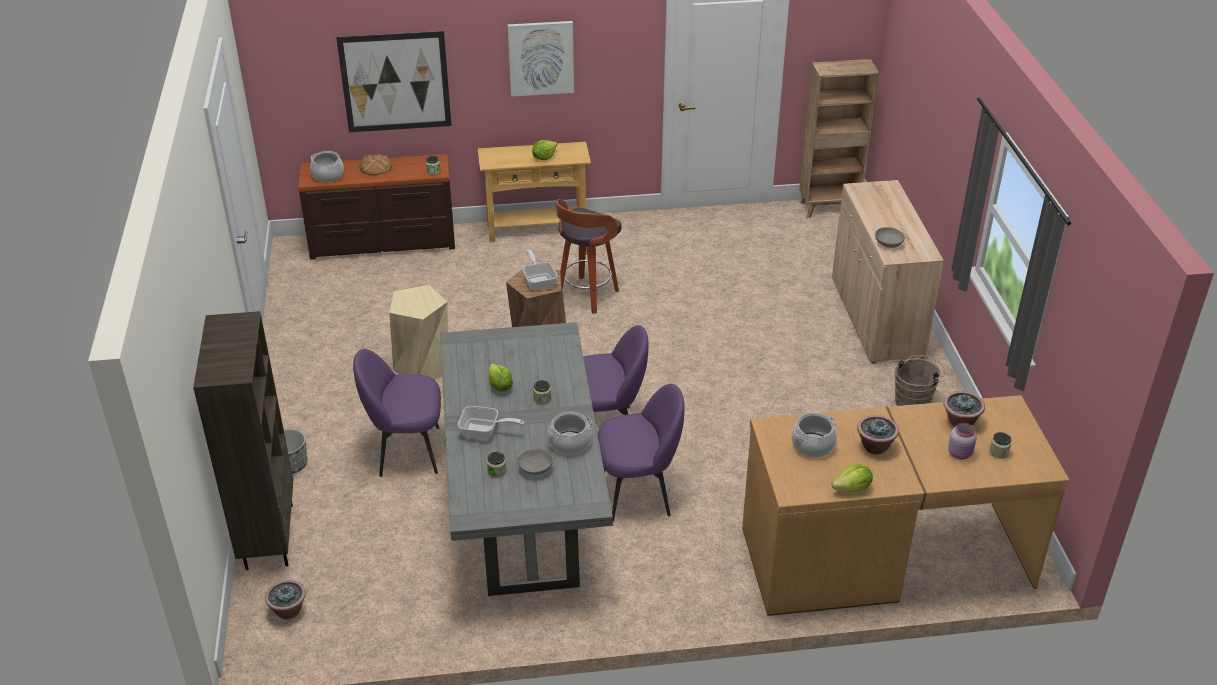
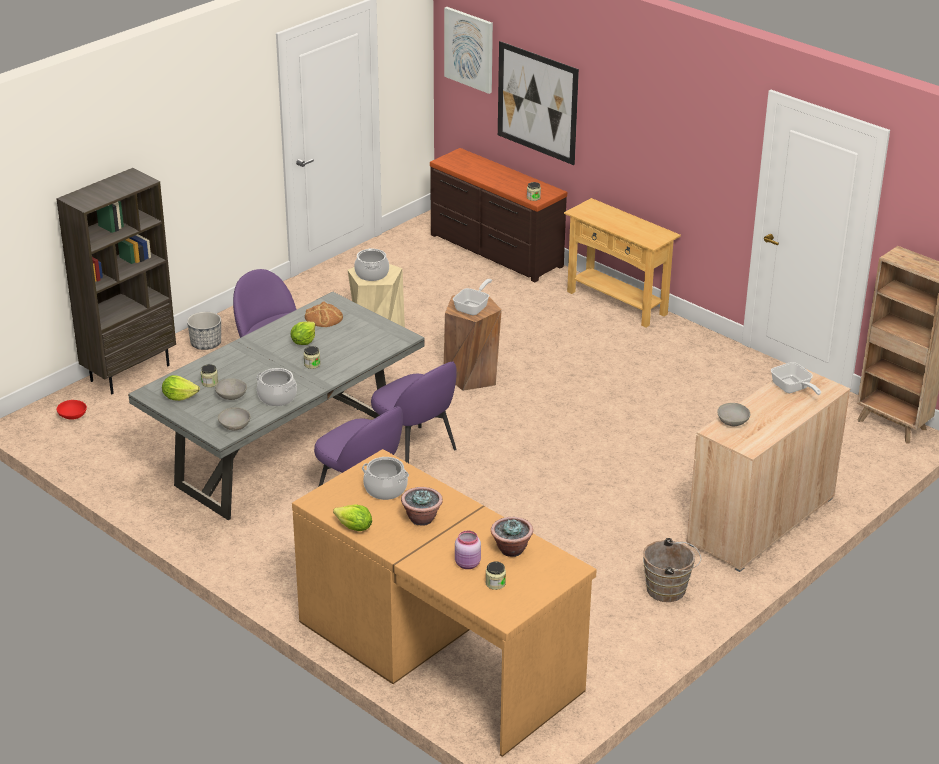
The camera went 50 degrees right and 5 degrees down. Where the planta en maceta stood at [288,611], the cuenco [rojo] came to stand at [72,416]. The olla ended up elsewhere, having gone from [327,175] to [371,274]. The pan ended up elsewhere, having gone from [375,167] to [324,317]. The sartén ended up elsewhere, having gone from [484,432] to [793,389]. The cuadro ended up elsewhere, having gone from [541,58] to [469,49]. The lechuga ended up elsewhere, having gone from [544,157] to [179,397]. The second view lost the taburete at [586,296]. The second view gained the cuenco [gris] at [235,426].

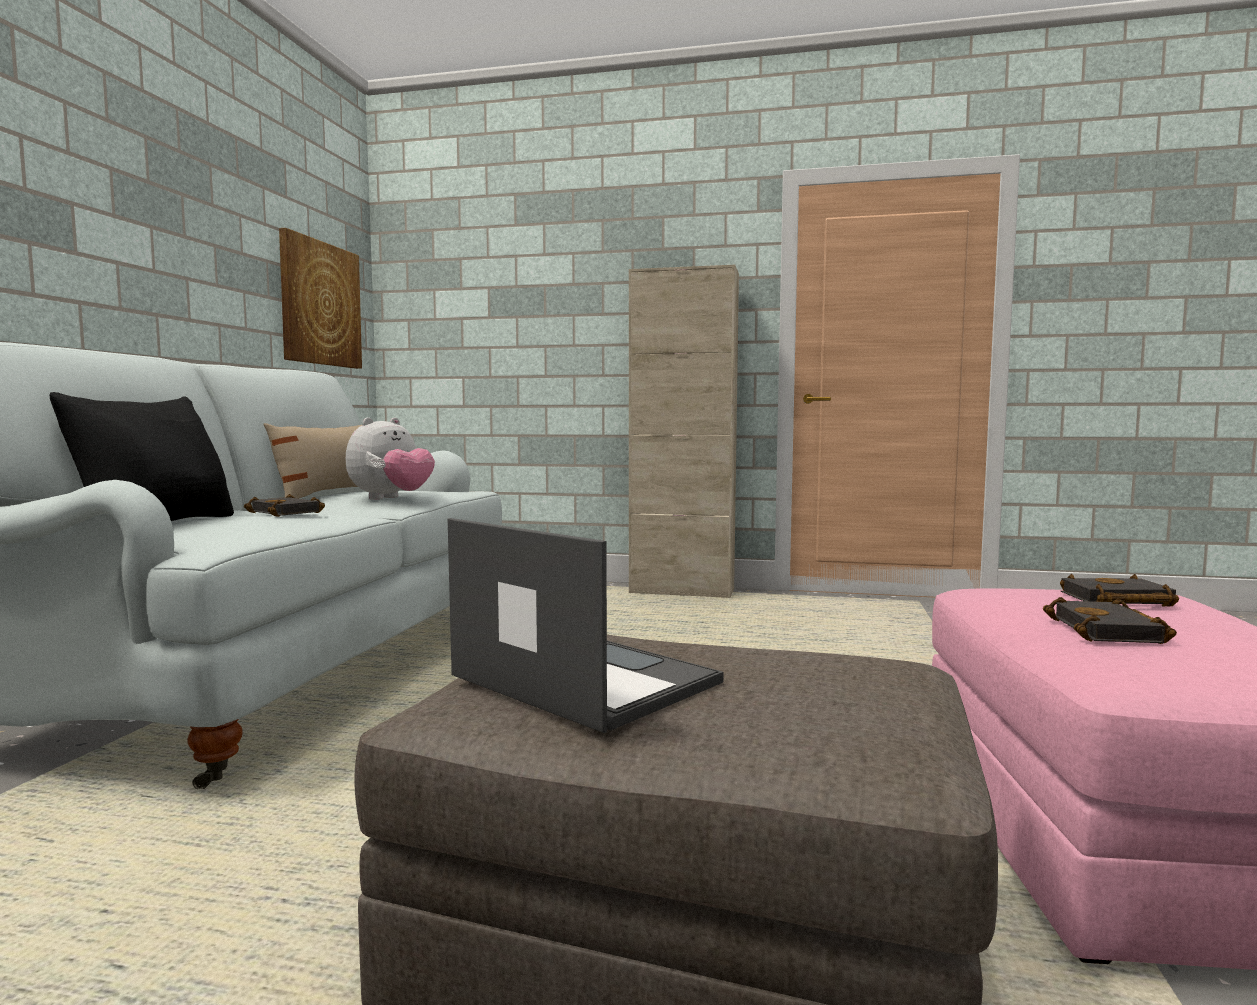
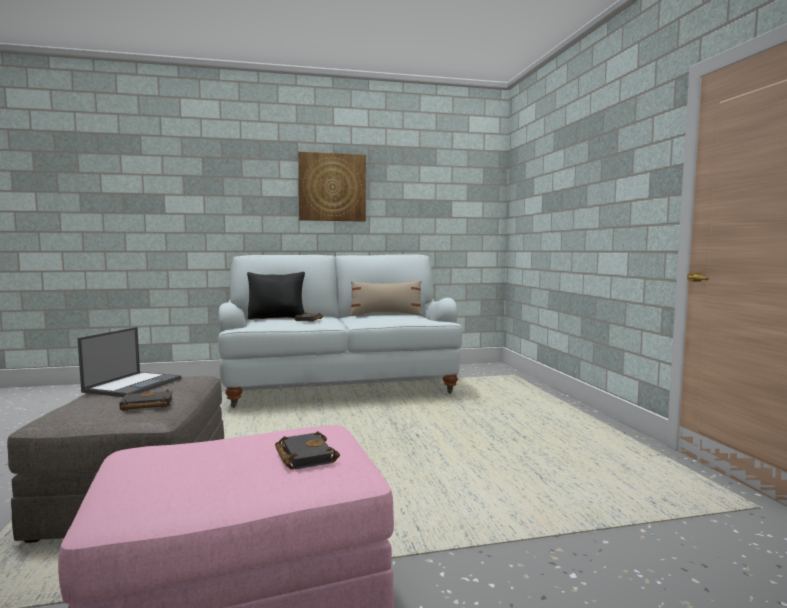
The camera went 65 degrees right and 0 degrees up. The cuadro ended up elsewhere, having gone from [320,304] to [332,187]. The second view lost the peluche at [391,498]. The second view lost the armario [beis] at [682,591]. The libro [negro] ended up elsewhere, having gone from [1111,632] to [145,405].

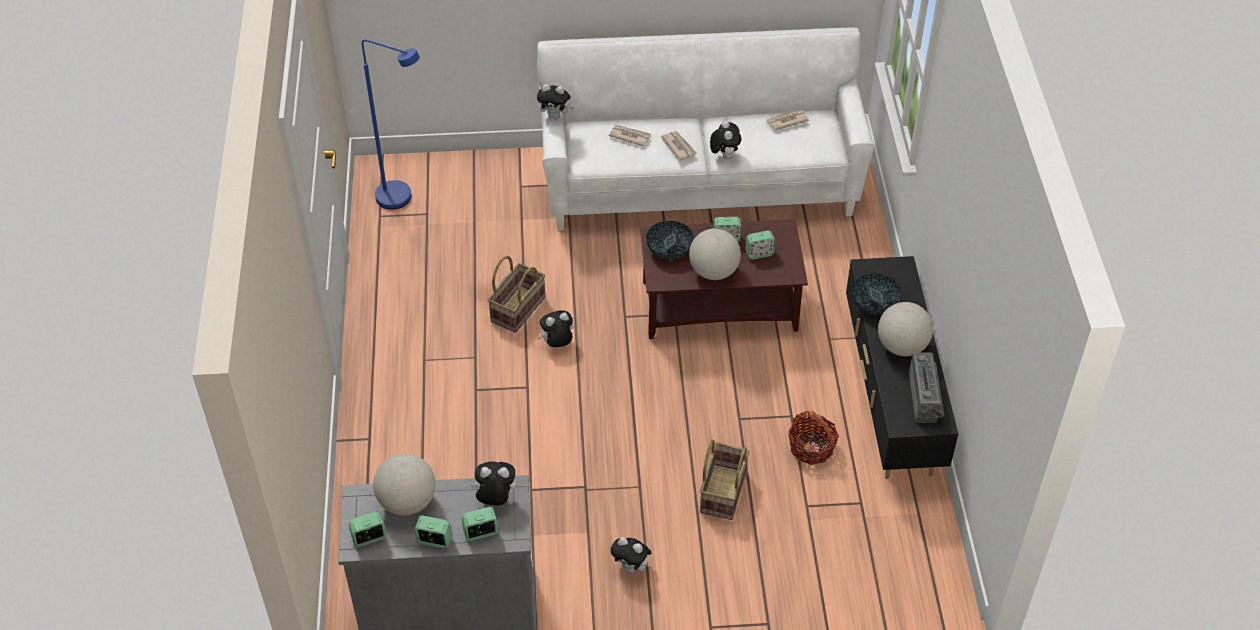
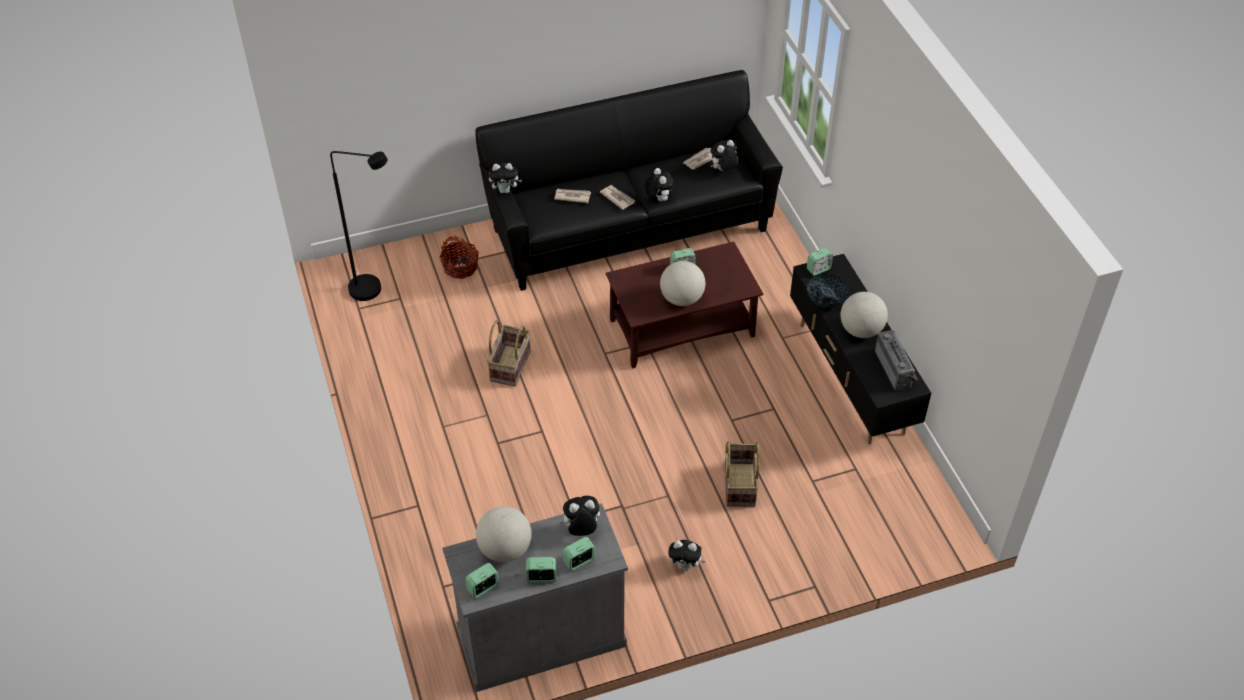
The camera went 15 degrees left and 0 degrees up. What was the lámpara de pie [azul] at [402,200] turned into the lámpara de pie [negro] at [374,290]. What was the sofá [blanco] at [699,185] turned into the sofá [negro] at [629,229]. The peluche ended up elsewhere, having gone from [557,344] to [723,170]. The second view lost the cuenco at [669,249]. The despertador ended up elsewhere, having gone from [759,253] to [818,269]. The cesta ended up elsewhere, having gone from [811,448] to [460,267].

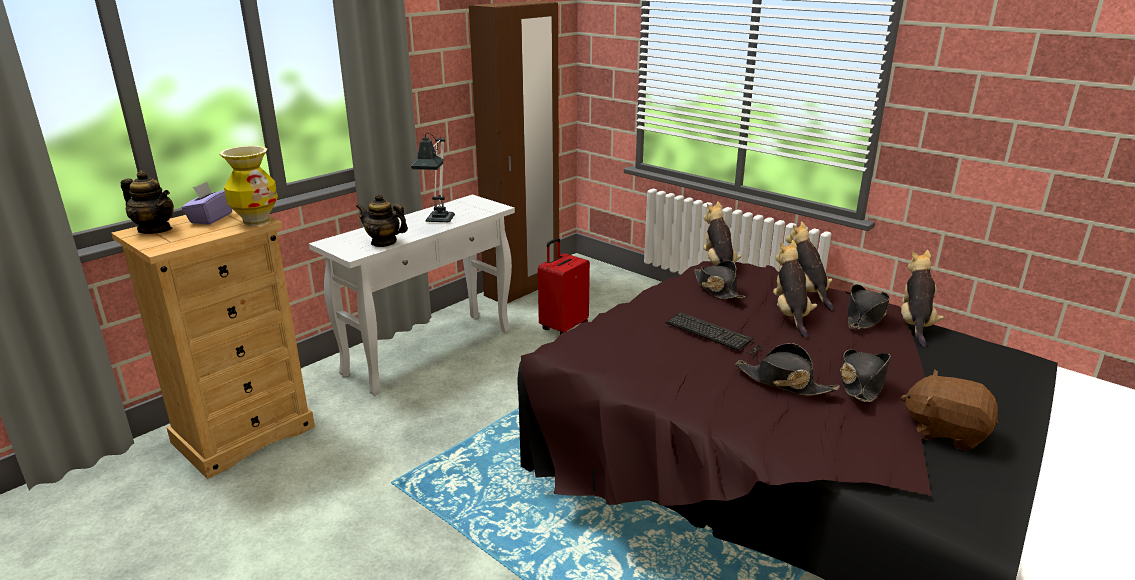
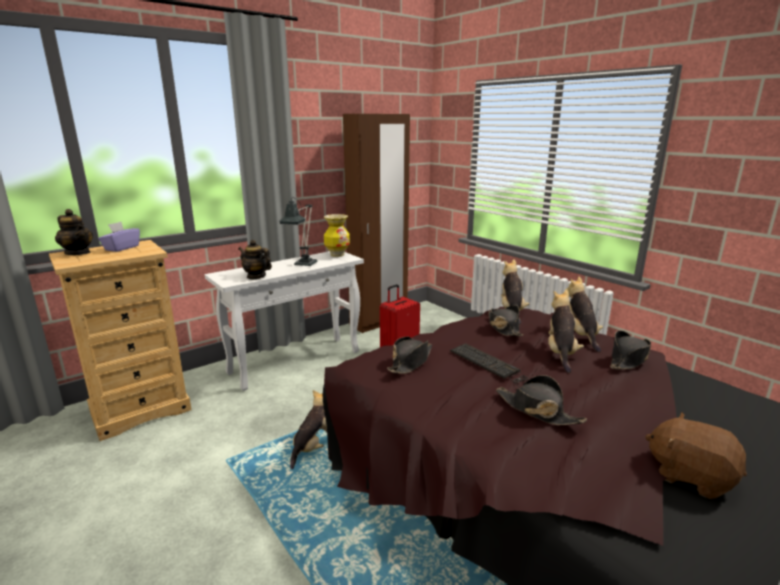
The camera went 10 degrees right and 5 degrees down. The florero ended up elsewhere, having gone from [256,221] to [337,255]. The sombrero [negro] ended up elsewhere, having gone from [861,382] to [411,362]. The peluche ended up elsewhere, having gone from [915,324] to [313,447].

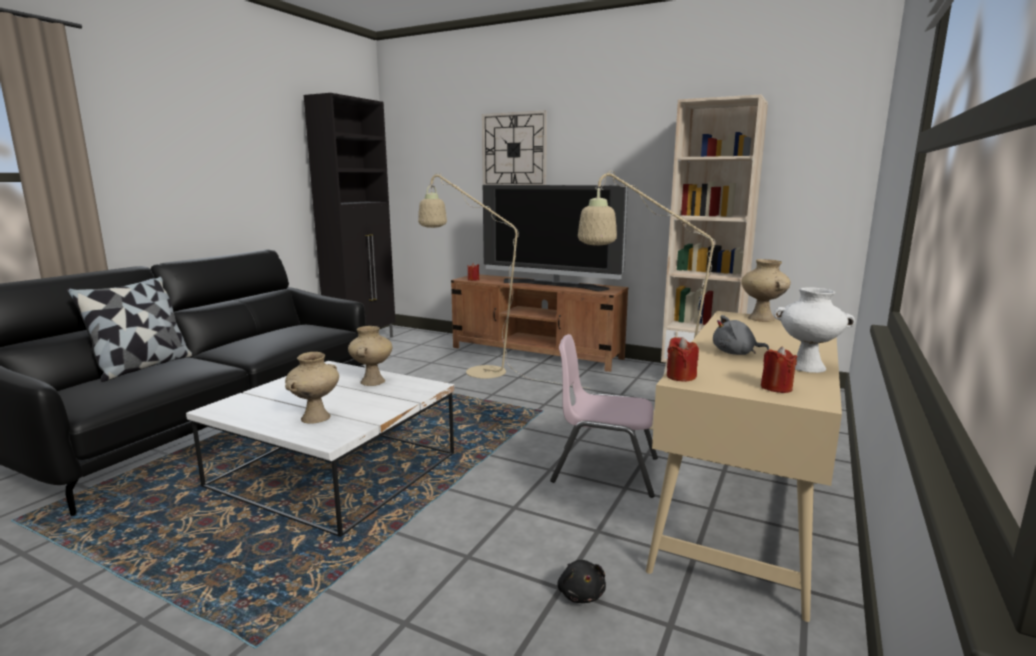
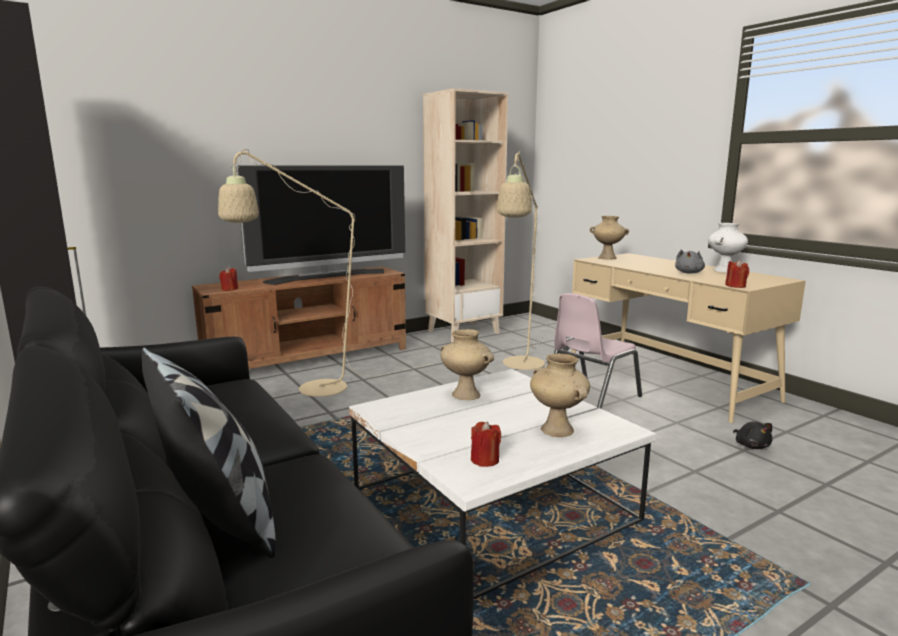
The camera went 60 degrees left and 0 degrees up. The second view lost the reloj de pared at [514,150]. The peluche [negro] at [581,593] ended up facing another way, 60 degrees clockwise from before. The vela [rojo] ended up elsewhere, having gone from [776,388] to [485,460].

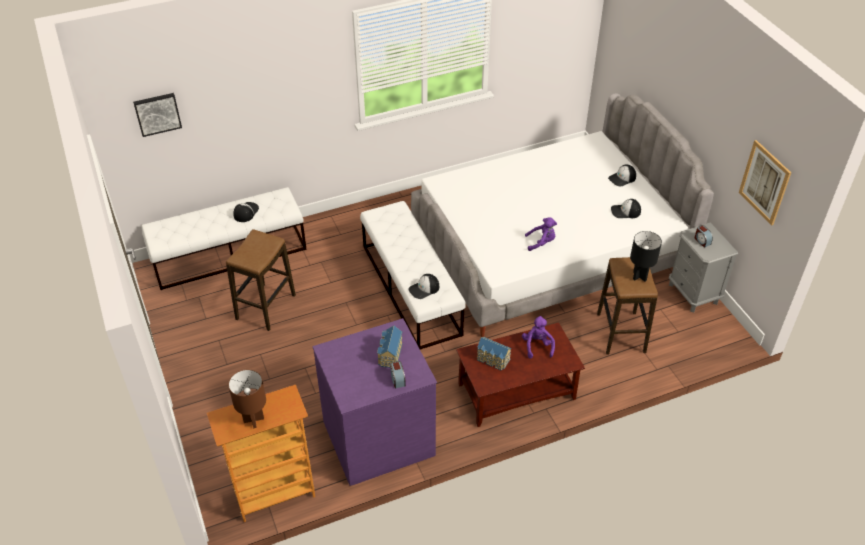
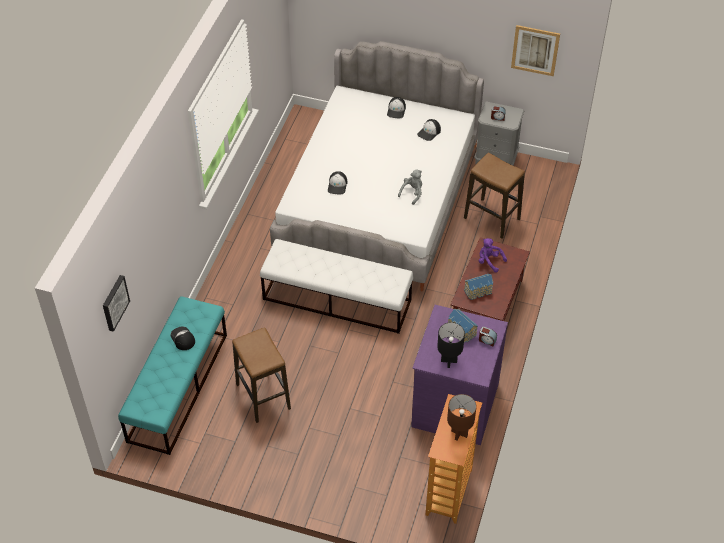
The camera went 50 degrees left and 5 degrees up. What was the banco [blanco] at [230,254] turned into the banco [turquesa] at [178,386]. The gorra ended up elsewhere, having gone from [424,289] to [337,185]. What was the peluche [morado] at [541,242] turned into the peluche [gris] at [412,193]. The lámpara de mesa [negro] ended up elsewhere, having gone from [639,276] to [449,361].

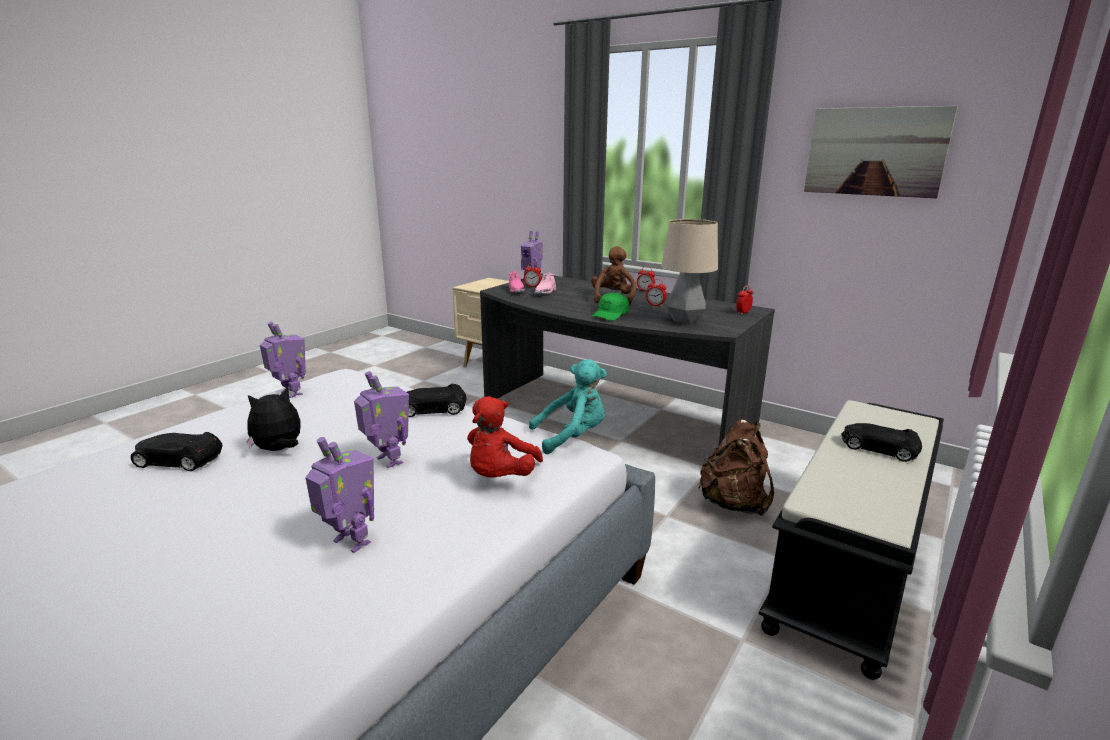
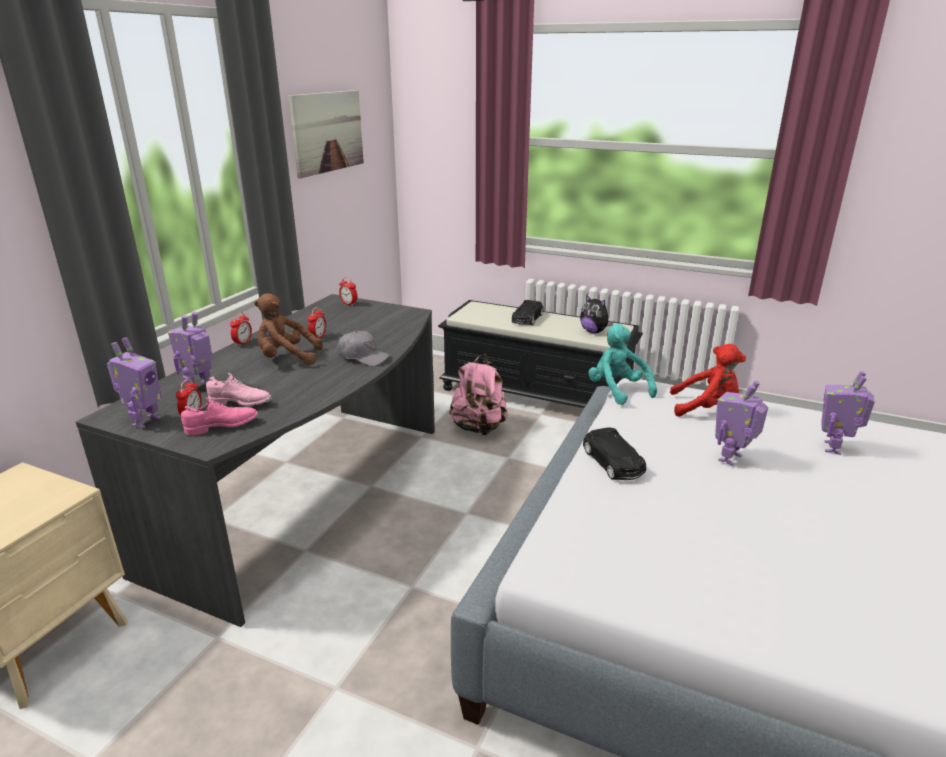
The camera went 100 degrees left and 5 degrees up. The second view lost the coche de juguete [negro] at [178,460]. The peluche ended up elsewhere, having gone from [279,450] to [594,331]. The robot de juguete ended up elsewhere, having gone from [290,394] to [199,387]. What was the gorra [verde] at [610,315] turned into the gorra [gris] at [363,357]. The second view lost the lámpara de mesa at [684,321]. What was the mochila [marrón] at [734,504] turned into the mochila [rosa] at [478,428].

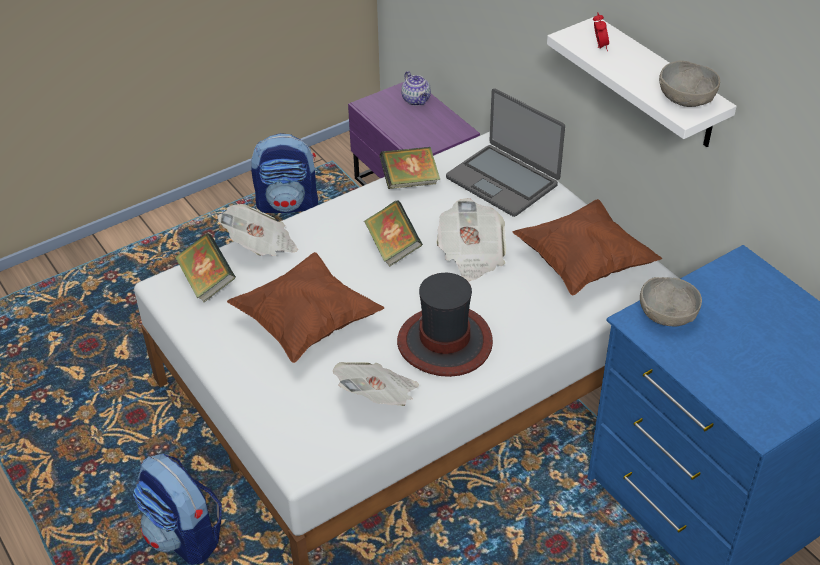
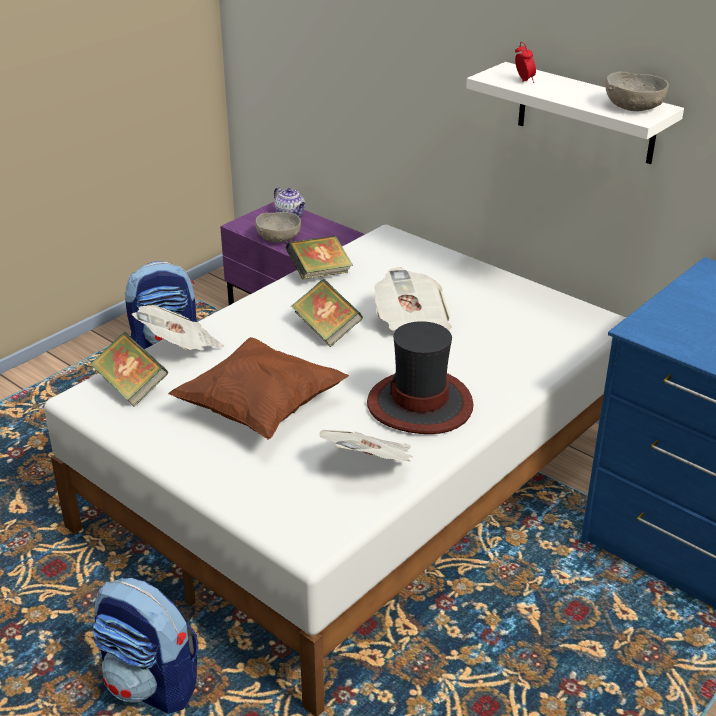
The camera went 15 degrees left and 10 degrees down. The second view lost the portátil at [503,181]. The second view lost the cojín [marrón] at [583,264]. The cuenco [gris] ended up elsewhere, having gone from [667,314] to [279,238].

